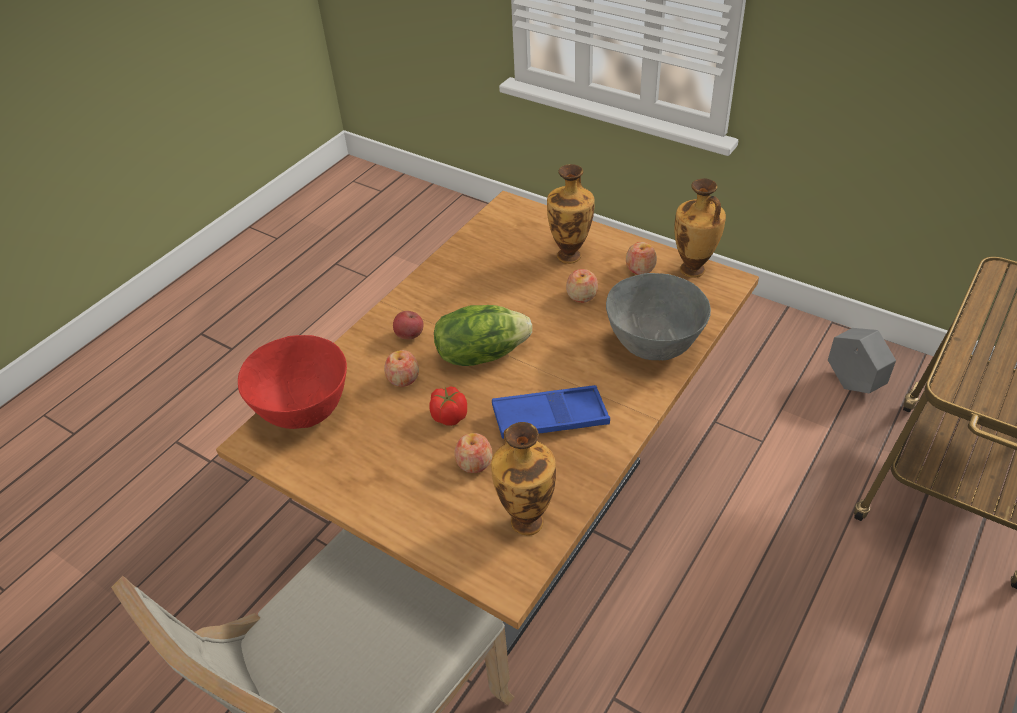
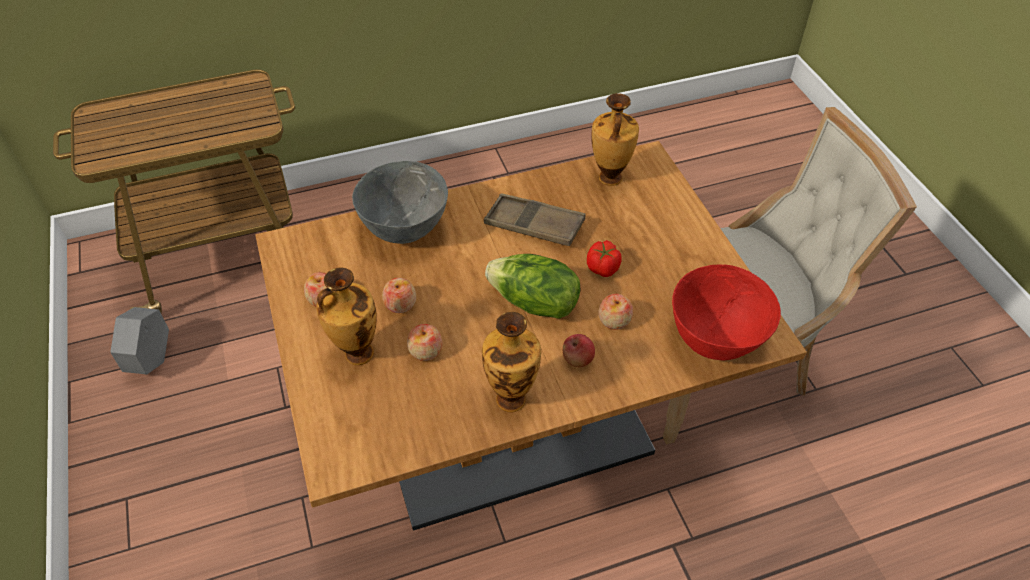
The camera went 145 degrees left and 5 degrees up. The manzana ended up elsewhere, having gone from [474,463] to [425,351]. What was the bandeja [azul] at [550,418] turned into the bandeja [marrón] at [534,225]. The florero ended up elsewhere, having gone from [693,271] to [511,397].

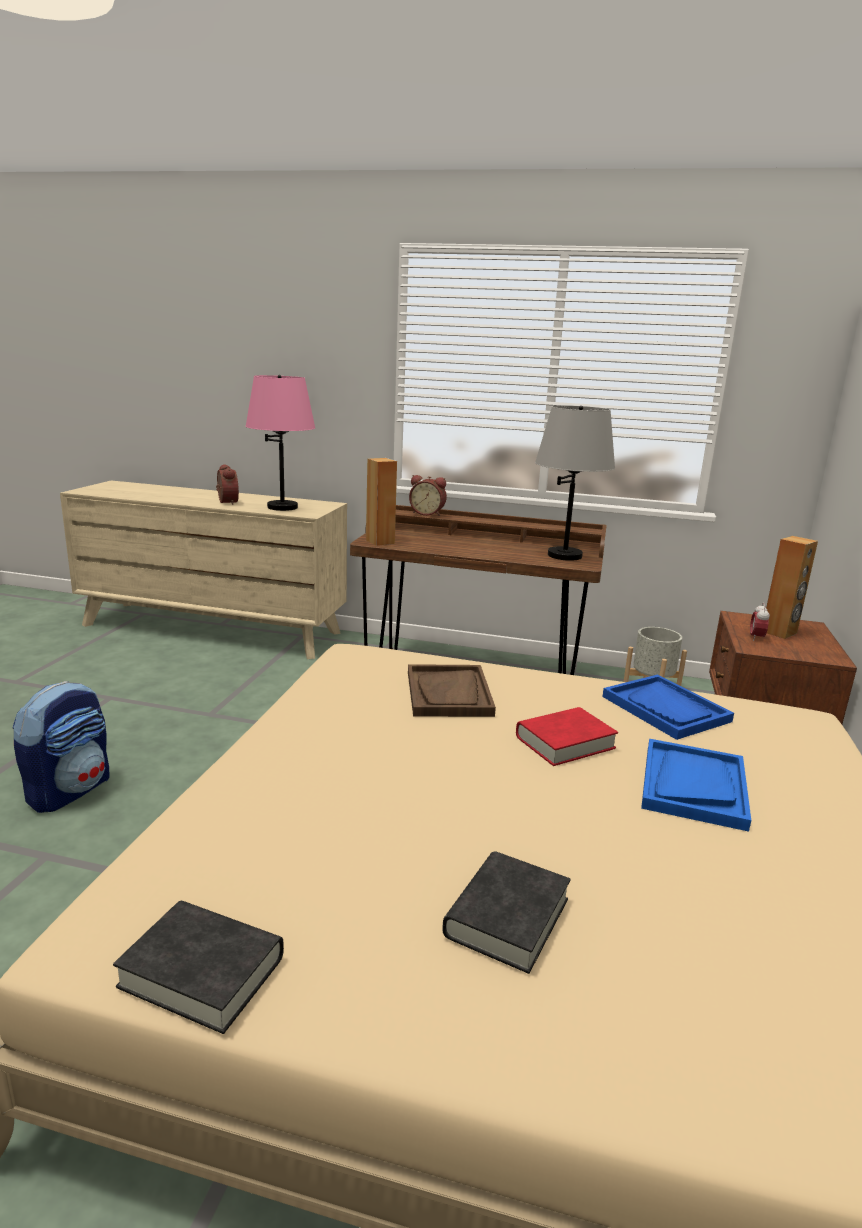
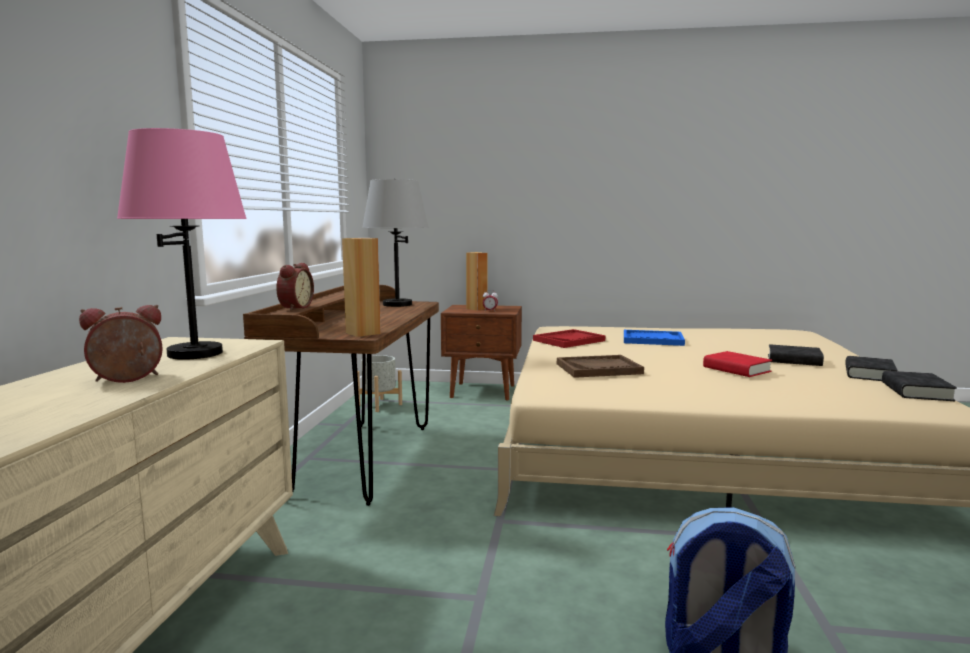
The camera went 95 degrees left and 10 degrees down. The libro [rojo] ended up elsewhere, having gone from [565,742] to [736,369]. What was the bandeja [azul] at [666,709] turned into the bandeja [rojo] at [569,340]. The second view gained the libro [negro] at [869,374].

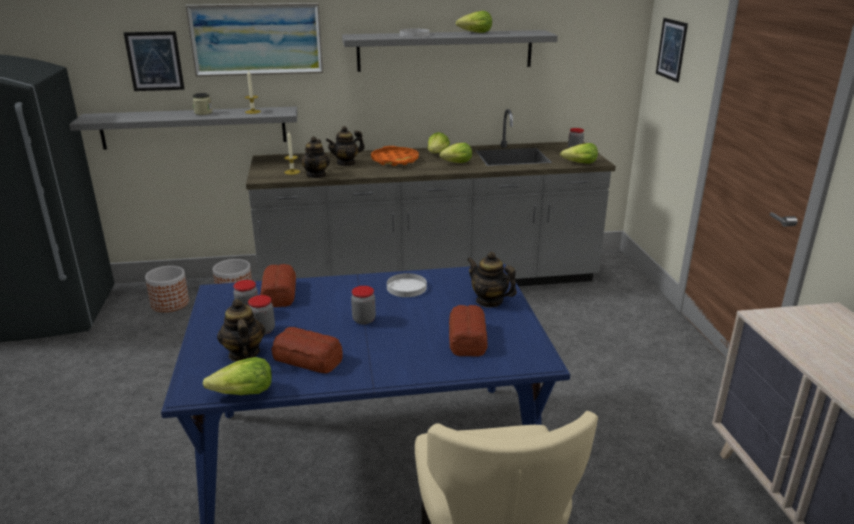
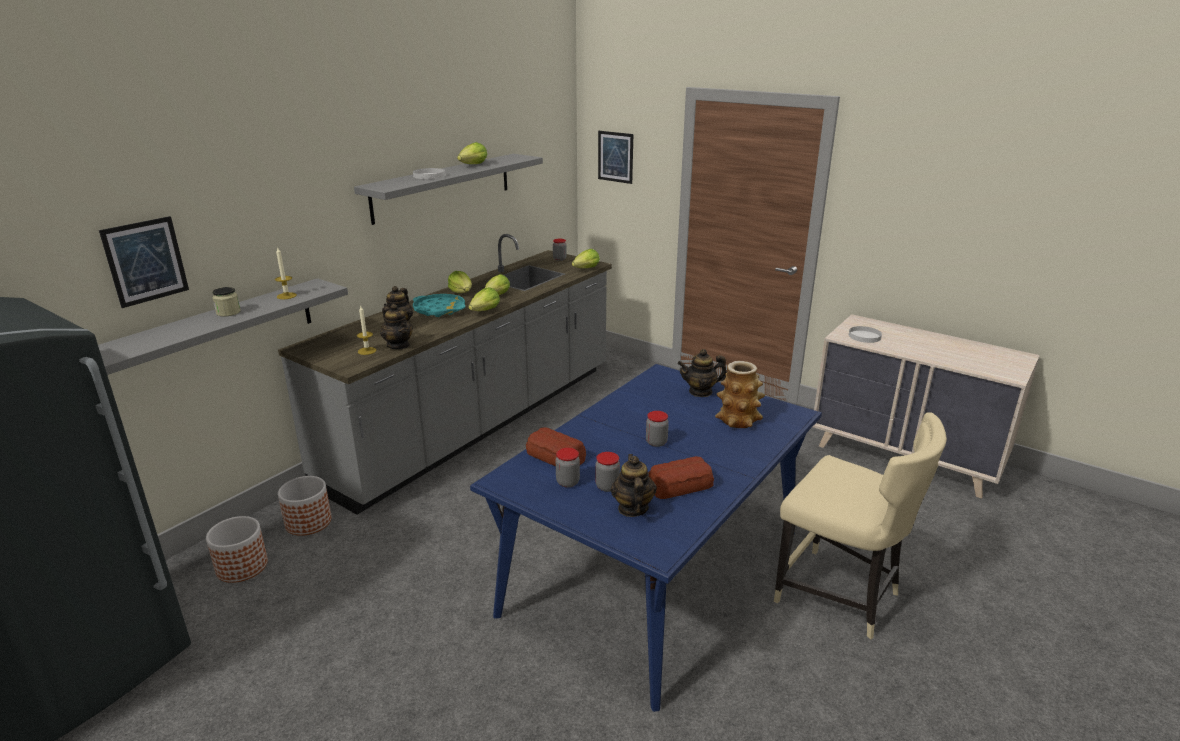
The camera went 45 degrees left and 0 degrees up. The second view lost the cuadro at [257,39]. The lechuga ended up elsewhere, having gone from [243,393] to [485,311]. The tetera at [243,354] ended up facing another way, 60 degrees clockwise from before. What was the bandeja [naranja] at [395,160] turned into the bandeja [turquesa] at [439,309]. The plato [blanco] ended up elsewhere, having gone from [407,287] to [864,336]. Where the pan stood at [468,338], the florero came to stand at [738,420].

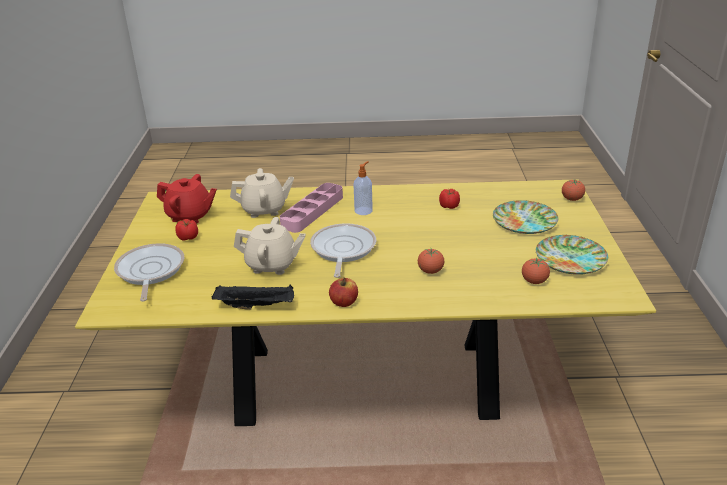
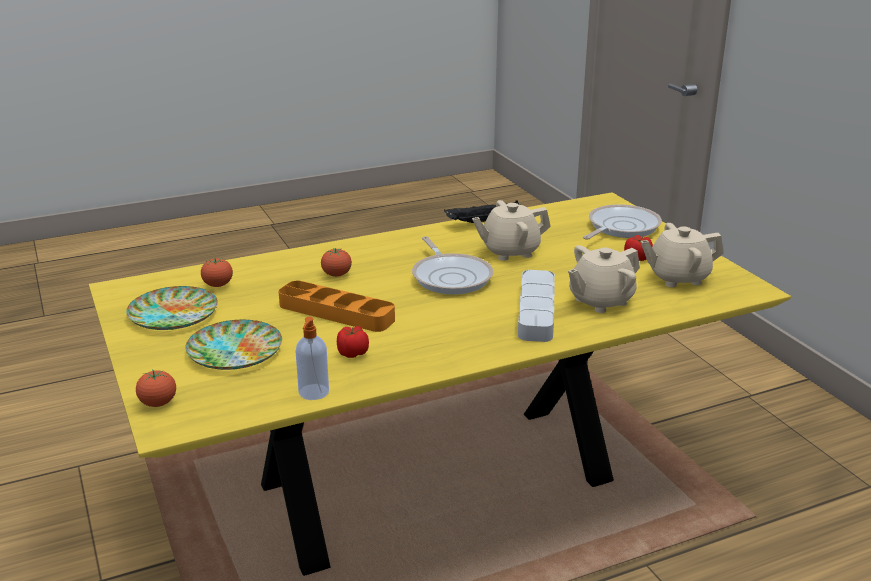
The camera went 155 degrees right and 5 degrees down. The sartén at [150,271] ended up facing another way, 105 degrees counterclockwise from before. What was the tetera [rojo] at [190,216] turned into the tetera [beis] at [677,278]. What was the bandeja [rosa] at [312,211] turned into the bandeja [gris] at [536,311]. The second view lost the manzana at [344,302]. The dispensador de jabón ended up elsewhere, having gone from [364,210] to [313,393]. The second view gained the bandeja [naranja] at [336,312].

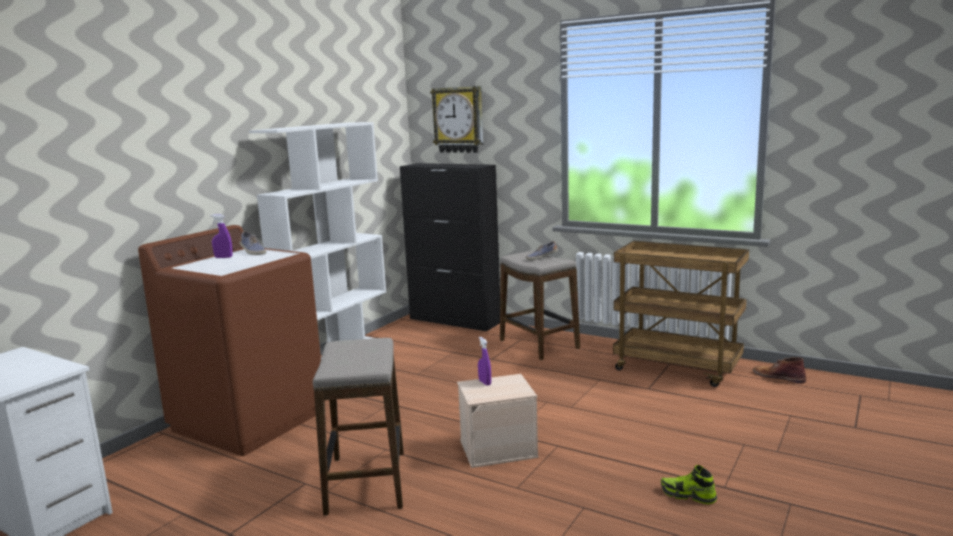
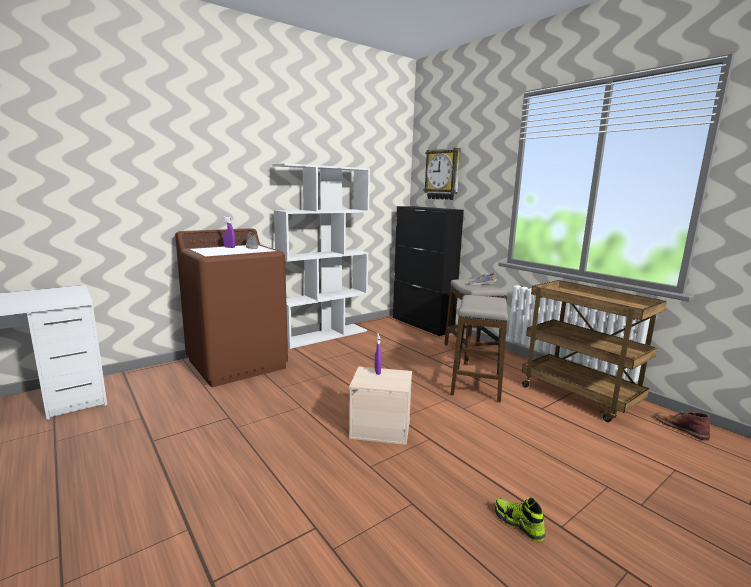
The camera went 20 degrees right and 0 degrees up. The taburete ended up elsewhere, having gone from [366,482] to [476,384].

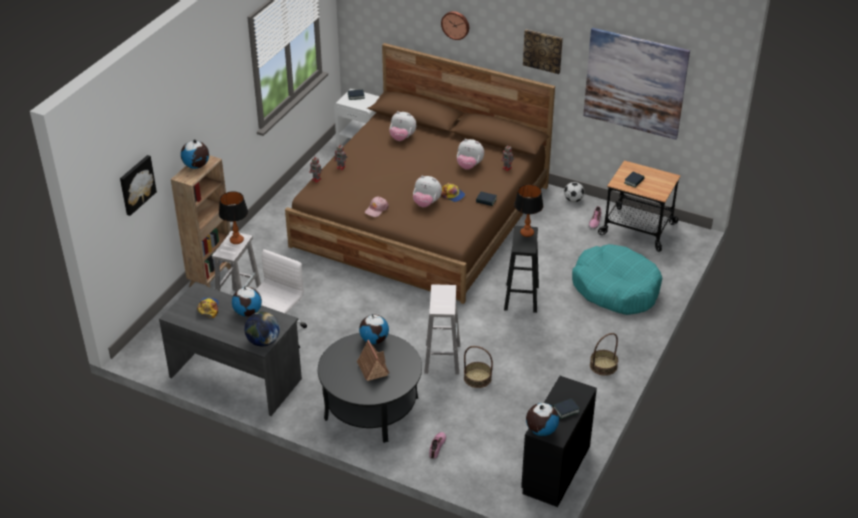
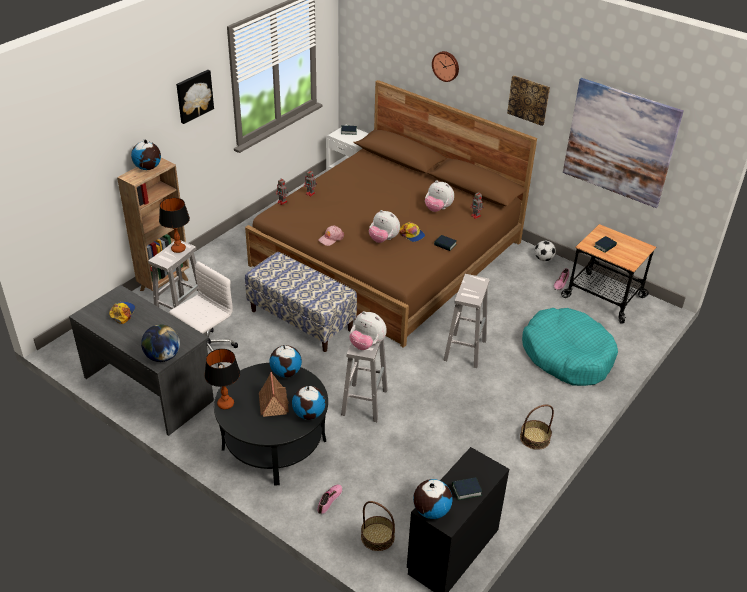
The camera went 10 degrees right and 0 degrees up. The cuadro ended up elsewhere, having gone from [136,184] to [194,96]. The globo terráqueo ended up elsewhere, having gone from [248,312] to [309,414]. The peluche ended up elsewhere, having gone from [402,138] to [367,344]. The cesta ended up elsewhere, having gone from [477,378] to [377,537]. What was the taburete [negro] at [521,297] turned into the taburete [blanco] at [465,349]. The lámpara de mesa ended up elsewhere, having gone from [527,233] to [225,404]. The second view gained the banco at [301,320].

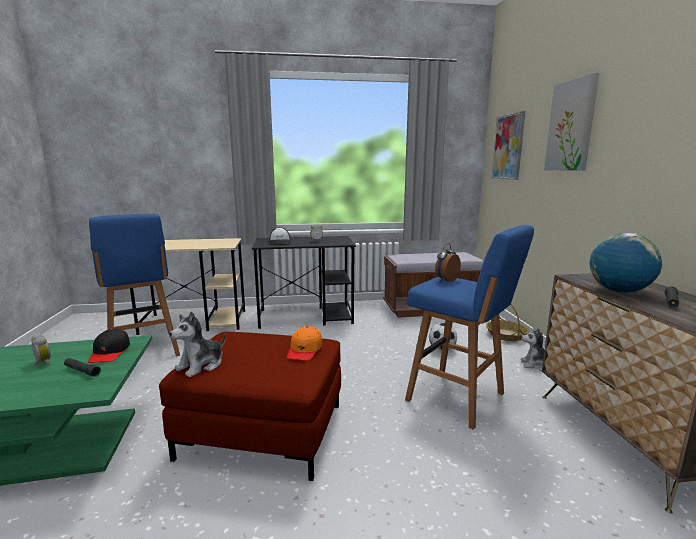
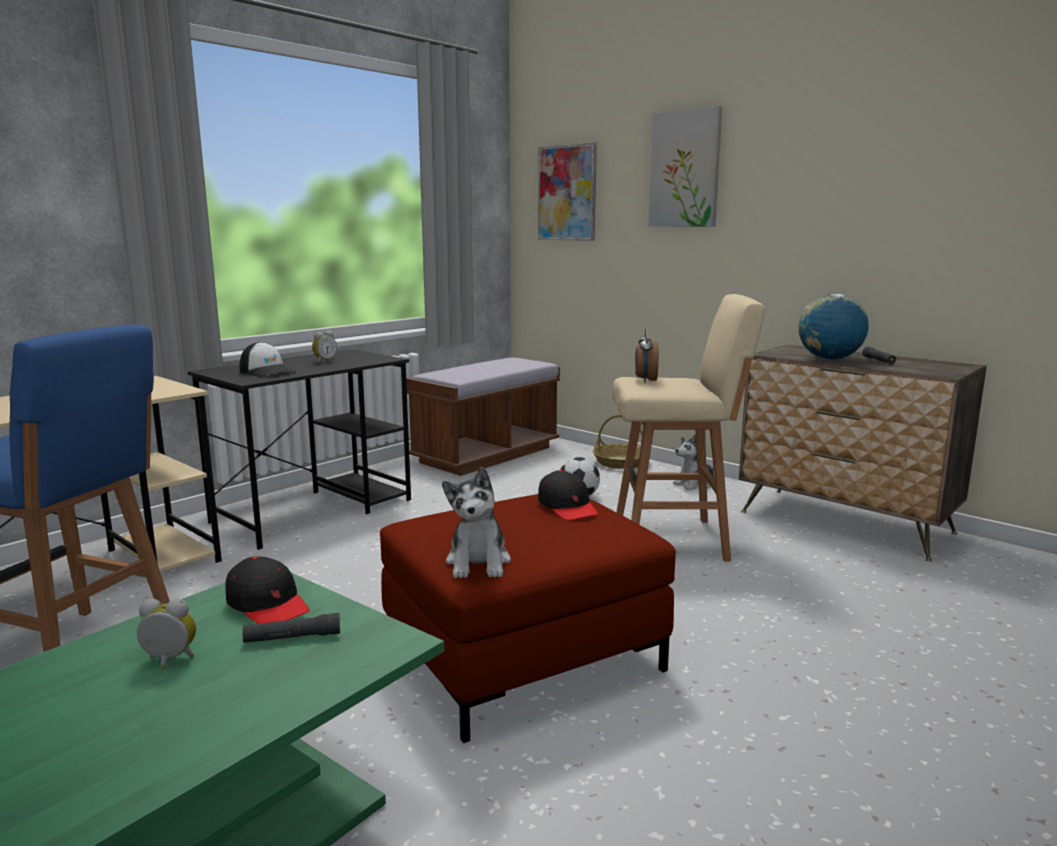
The camera went 40 degrees left and 0 degrees up. What was the gorra [naranja] at [304,350] turned into the gorra [negro] at [567,507]. What was the taburete [azul] at [458,398] turned into the taburete [beis] at [674,539].

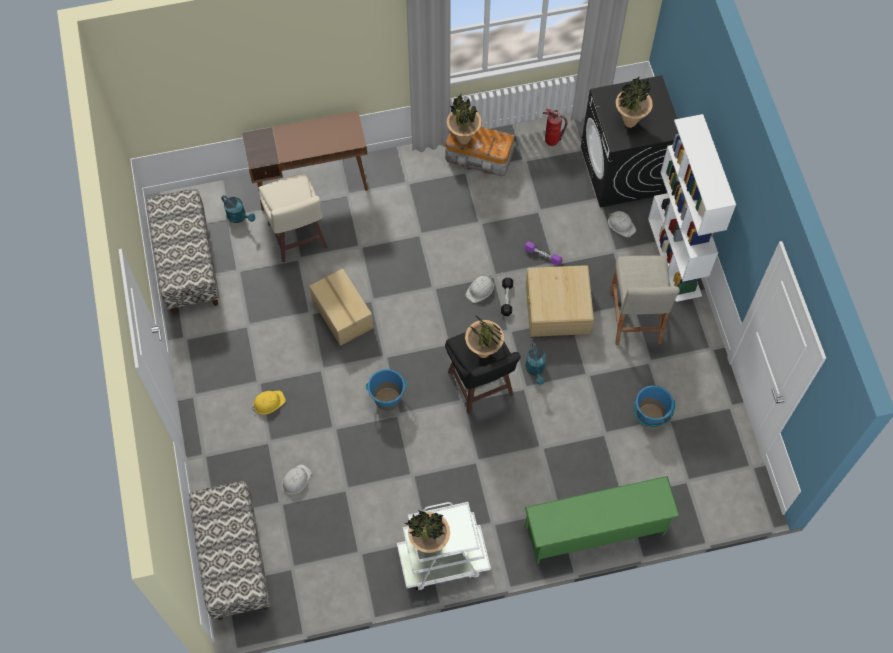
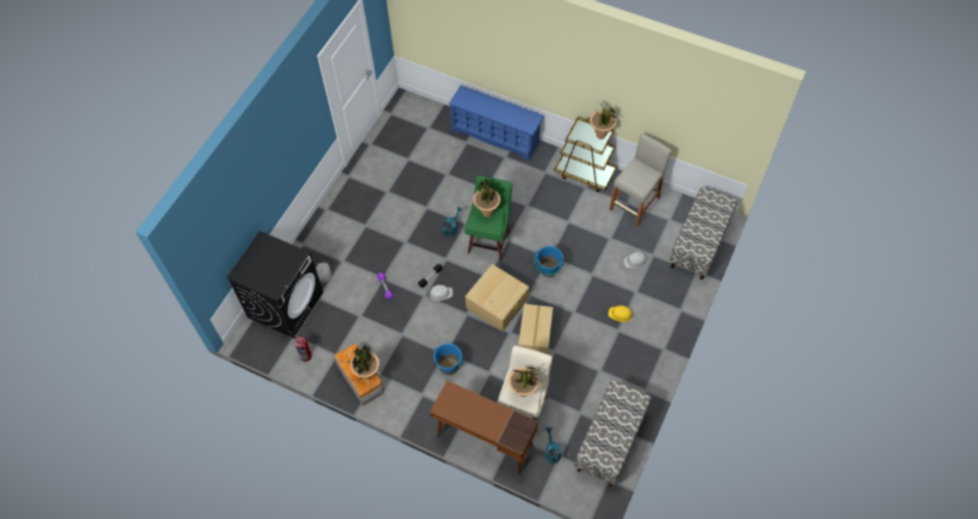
The camera went 140 degrees left and 5 degrees down. What was the carrito [blanco] at [443,560] turned into the carrito [marrón] at [585,173]. What was the taburete [negro] at [480,385] turned into the taburete [verde] at [490,241]. What was the zapatero [verde] at [595,532] turned into the zapatero [azul] at [496,136]. The caja de almacenaje [beis] ended up elsewhere, having gone from [557,308] to [497,302]. The taburete [beis] ended up elsewhere, having gone from [635,317] to [635,204]. The planta en maceta ended up elsewhere, having gone from [629,123] to [523,392]. The cubo [azul] ended up elsewhere, having gone from [650,415] to [449,366]. The second view lost the estantería [blanco] at [675,257].

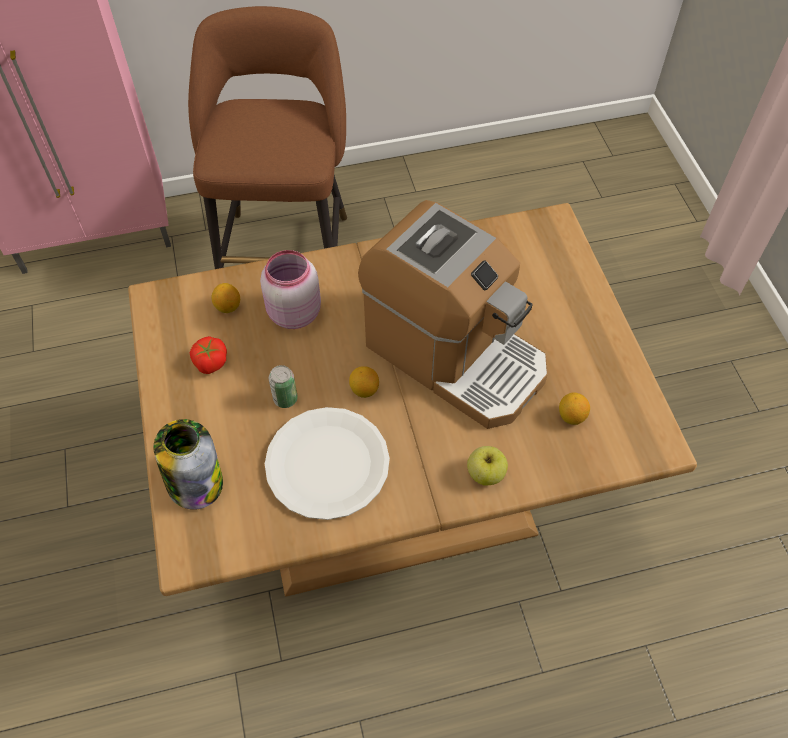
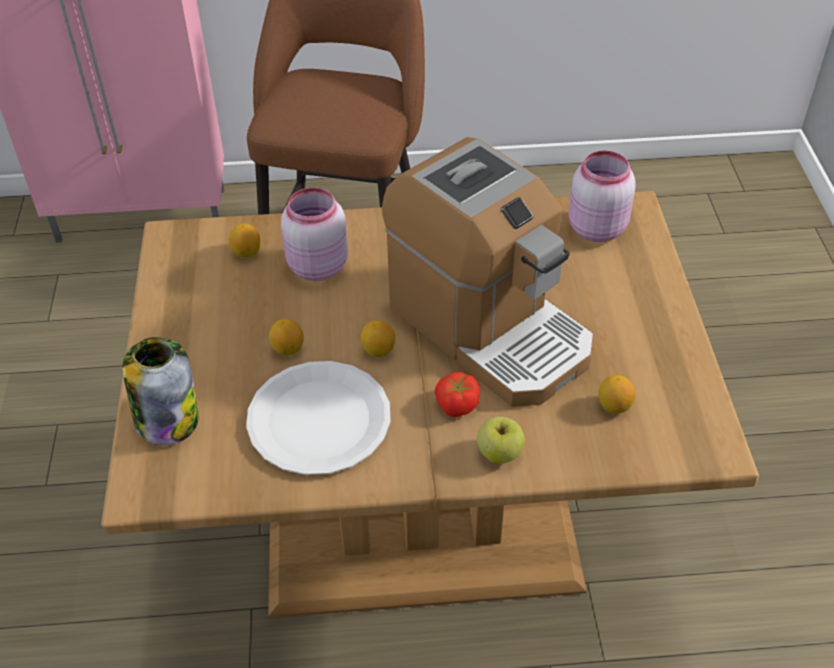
The camera went 10 degrees right and 10 degrees down. The tomate ended up elsewhere, having gone from [210,362] to [456,404]. Where the lata stood at [285,399], the limón came to stand at [287,349]. The second view gained the tarro [rosa] at [595,228].

